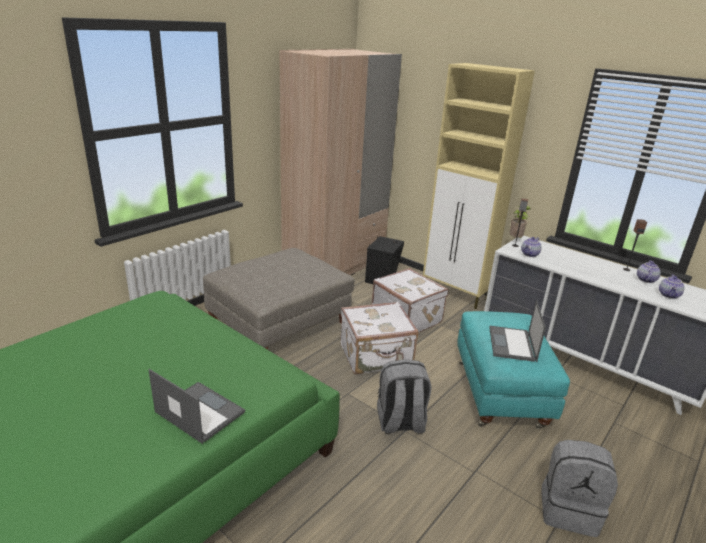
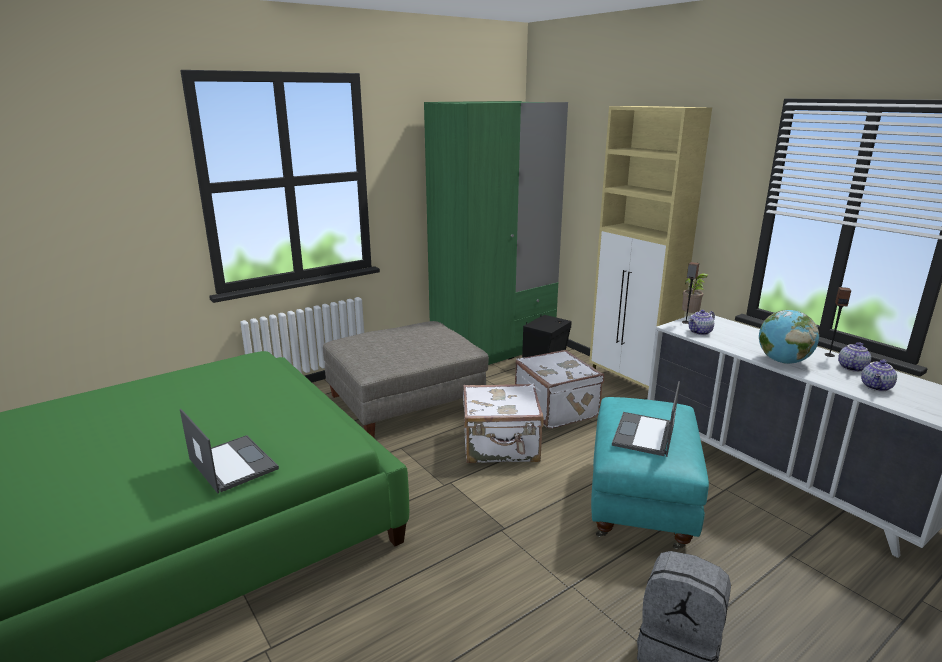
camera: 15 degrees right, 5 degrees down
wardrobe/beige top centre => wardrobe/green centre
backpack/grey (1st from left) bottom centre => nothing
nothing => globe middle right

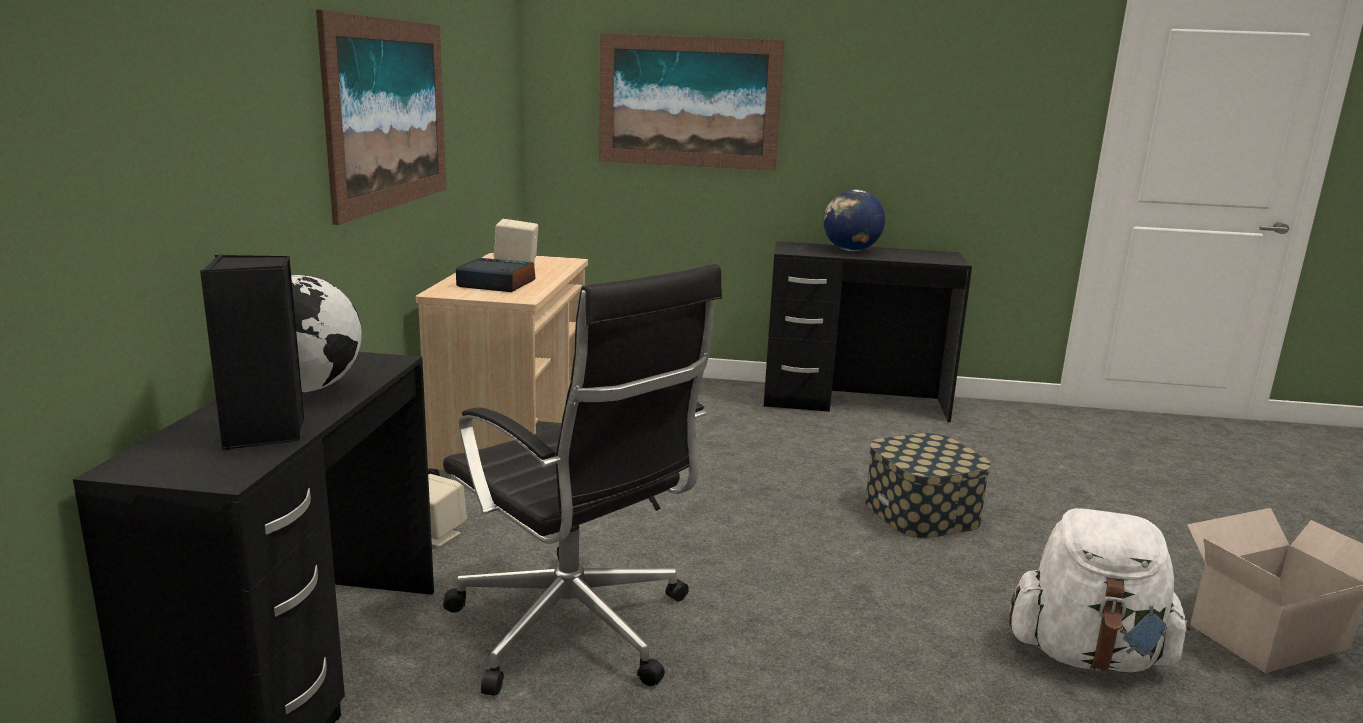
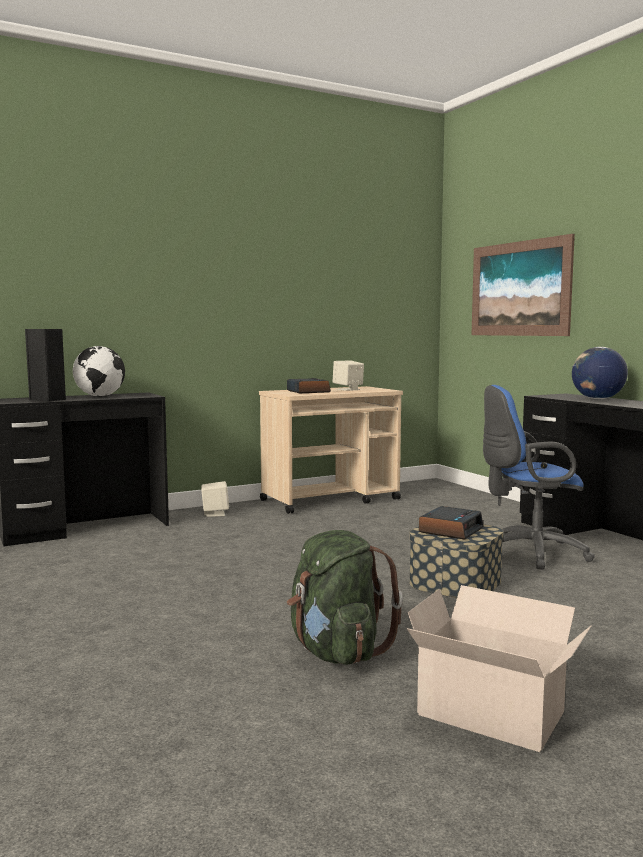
camera: 55 degrees right, 10 degrees down
picture (1st from left) top left => nothing
office chair/black centre => nothing
backpack/white bottom right => backpack/green bottom centre
nothing => office chair/blue middle right
nothing => alarm clock (2nd from left) middle right

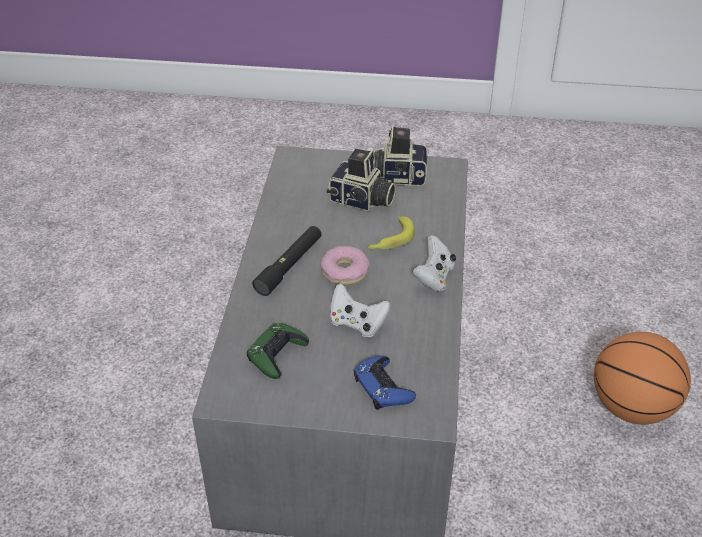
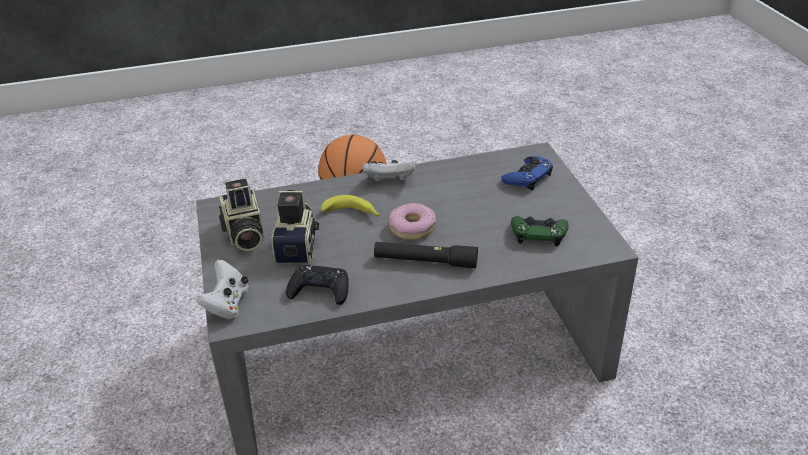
camera: 110 degrees left, 5 degrees down
game controller/white (1st from left) centre => game controller/white (1st from left) middle left, moved
nothing => game controller/black centre

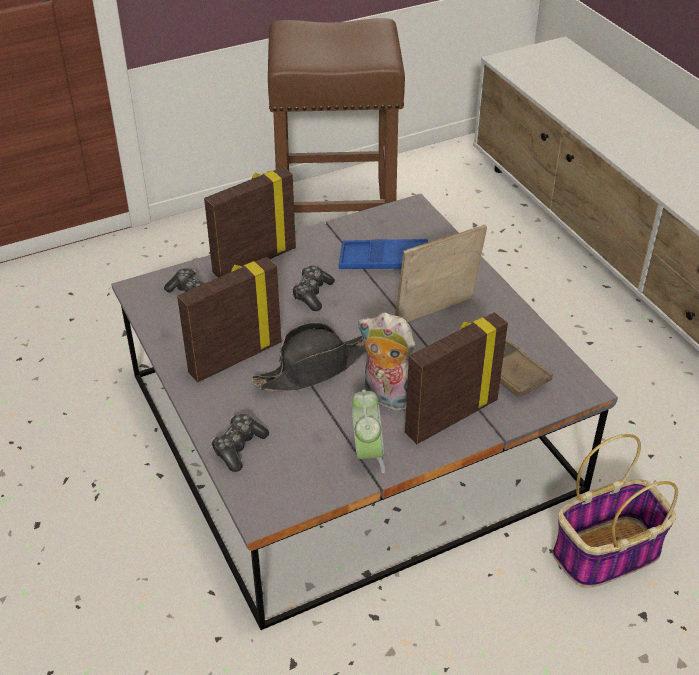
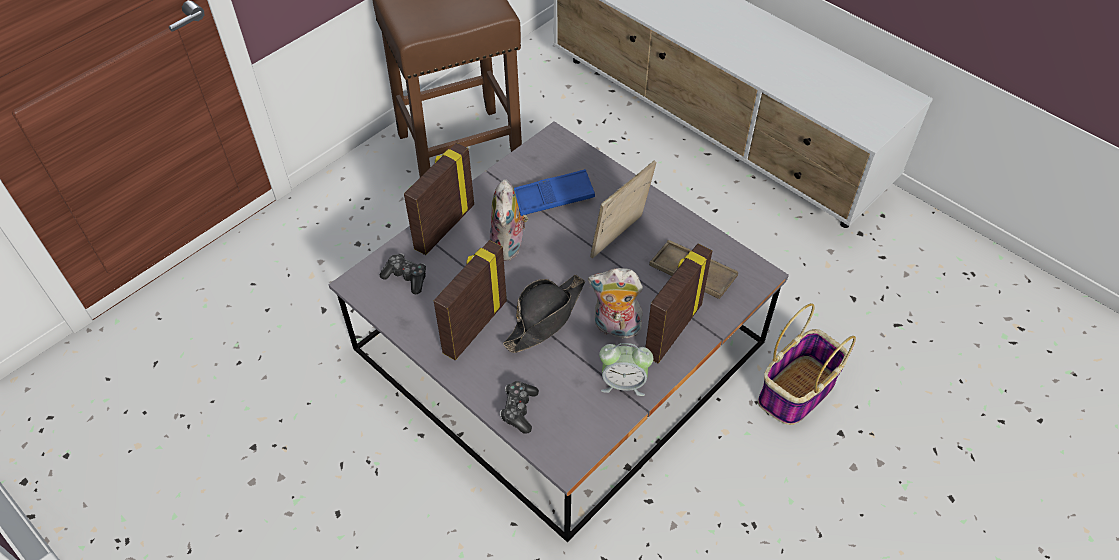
camera: 20 degrees left, 10 degrees up
game controller (3rd from left) centre => plush toy (1st from left) centre
alarm clock centre, 120 degrees clockwise

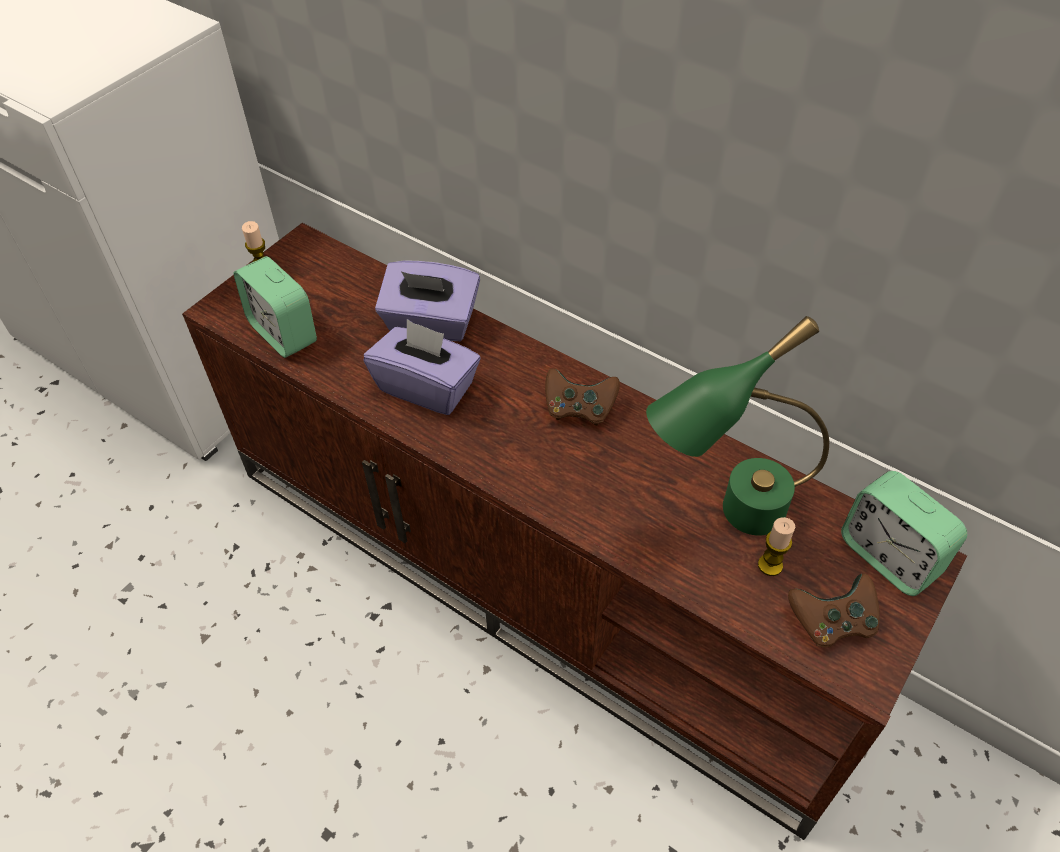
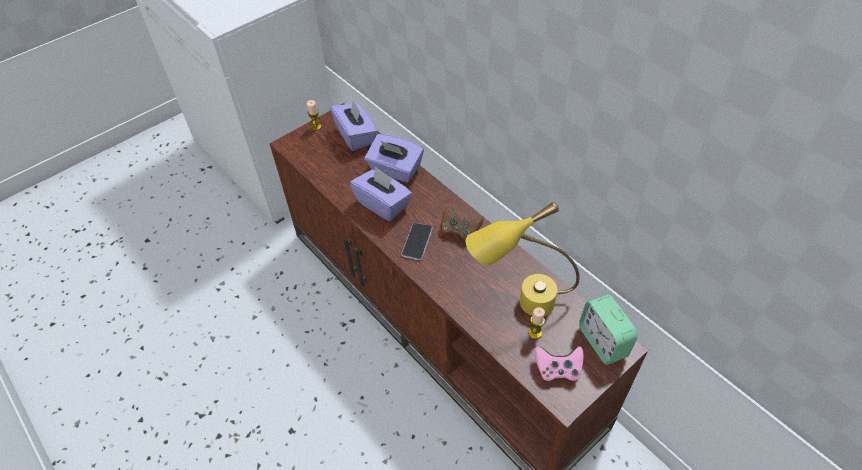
camera: 15 degrees right, 0 degrees up
alarm clock (1st from left) middle left => nothing
table lamp/green middle right => table lamp/yellow centre
game controller/brown (2nd from left) bottom right => game controller/pink bottom centre
nothing => tissue box/purple (1st from left) top centre
nothing => phone centre

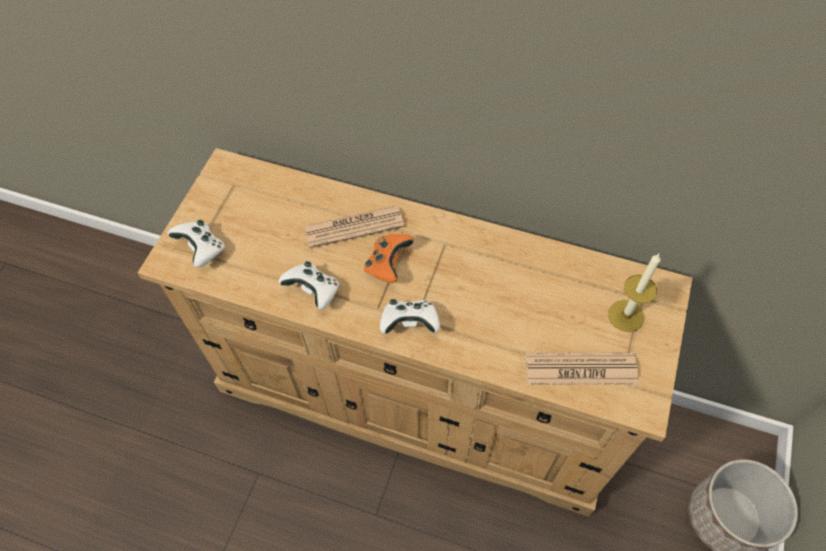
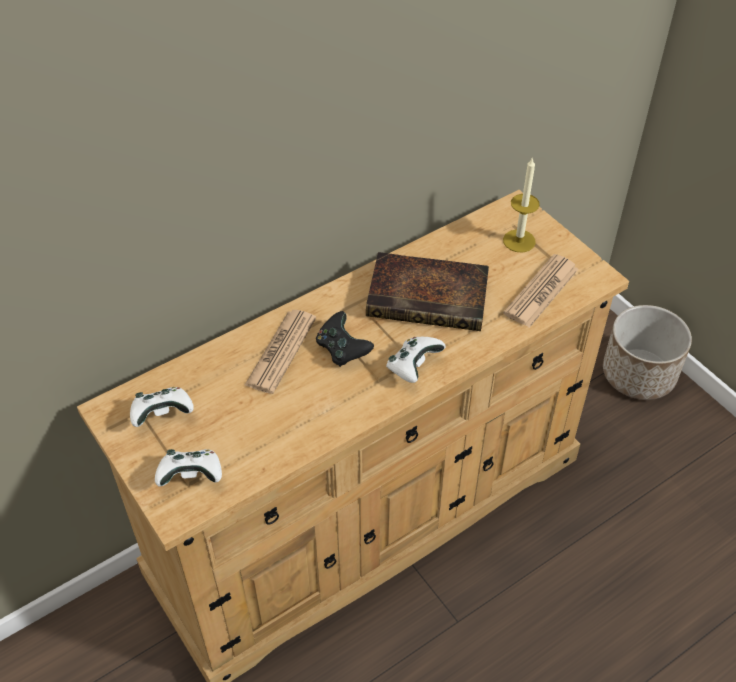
camera: 55 degrees left, 10 degrees down
game controller/orange centre => game controller/black centre
game controller/white (2nd from left in the first image) centre => game controller/white (1st from left) middle left, moved
nothing => book centre

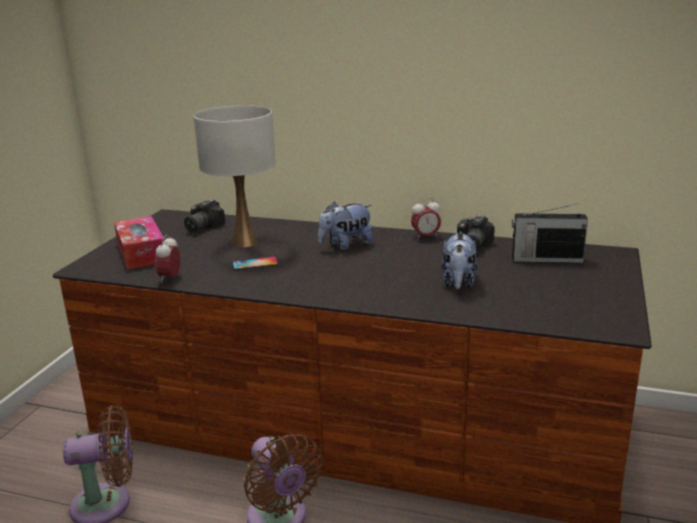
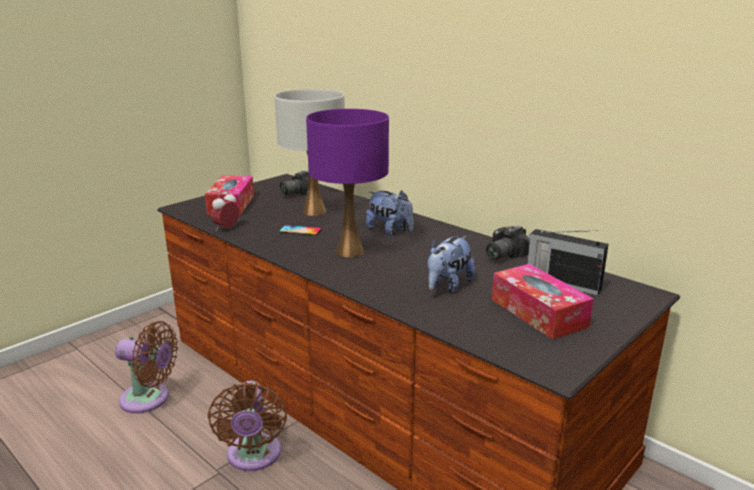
camera: 25 degrees right, 0 degrees up
alarm clock (2nd from left) centre => nothing
plush toy (1st from left) centre, 135 degrees counterclockwise
nothing => table lamp/purple centre
nothing => tissue box (2nd from left) middle right

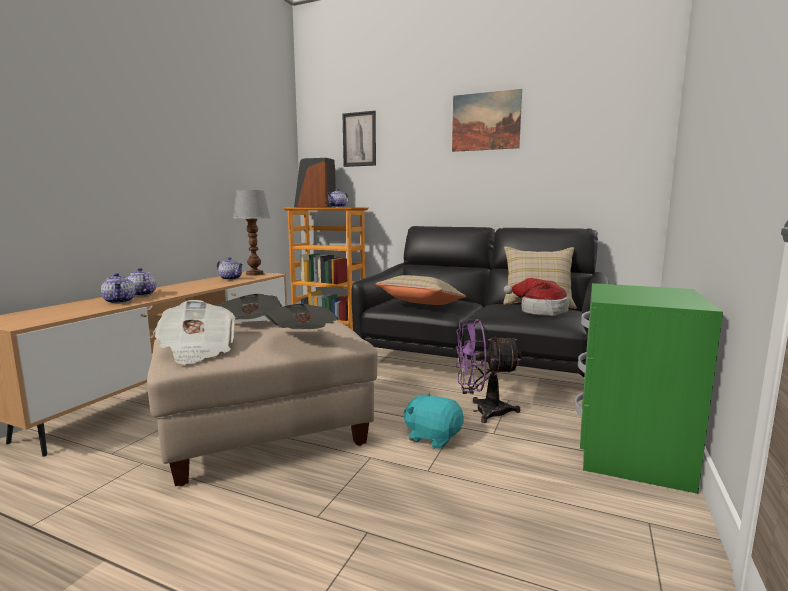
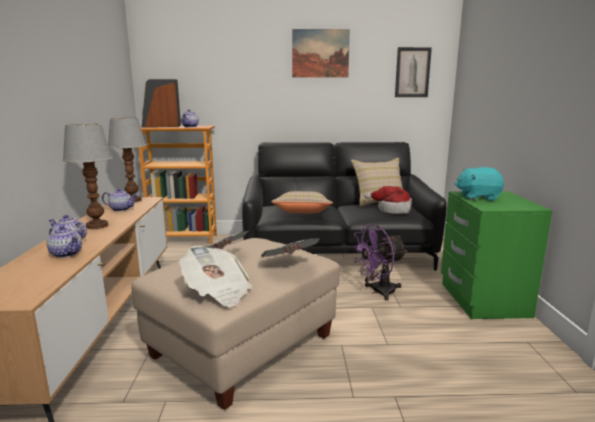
camera: 25 degrees left, 5 degrees up
picture (1st from left in the first image) top centre => picture (2nd from left) top right, moved
plush toy/turquoise bottom centre => plush toy/turquoise middle right, moved
nothing => table lamp (1st from left) middle left

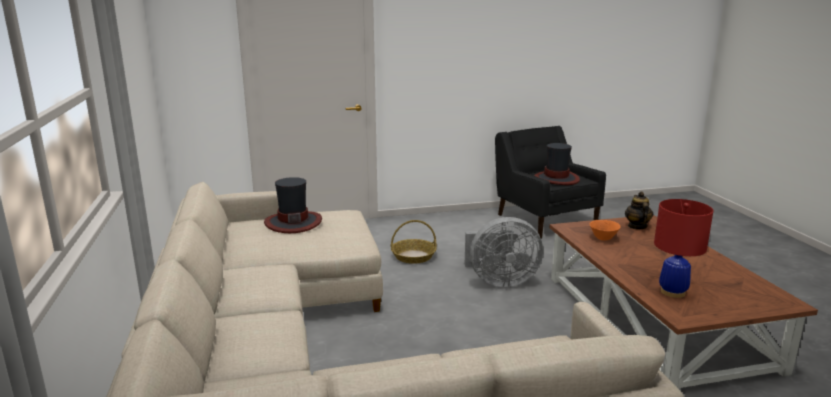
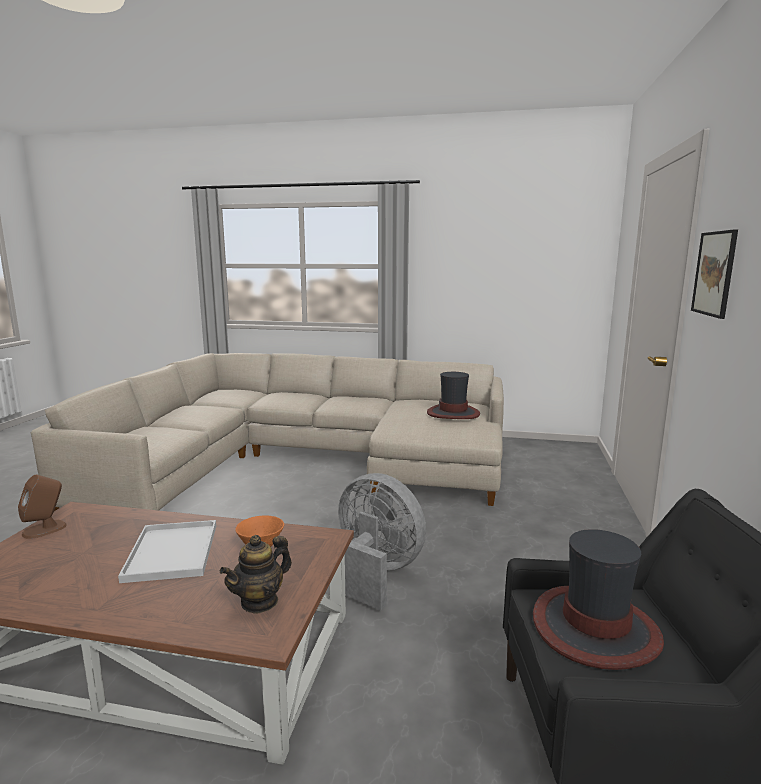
camera: 115 degrees right, 5 degrees down
teapot middle right => teapot bottom centre, 105 degrees clockwise
table lamp/red middle right => nothing
fan/grey centre => fan/grey bottom centre, 105 degrees clockwise
basket centre => nothing
nothing => picture middle right
nothing => speaker/brown middle left
nothing => tray/white bottom left

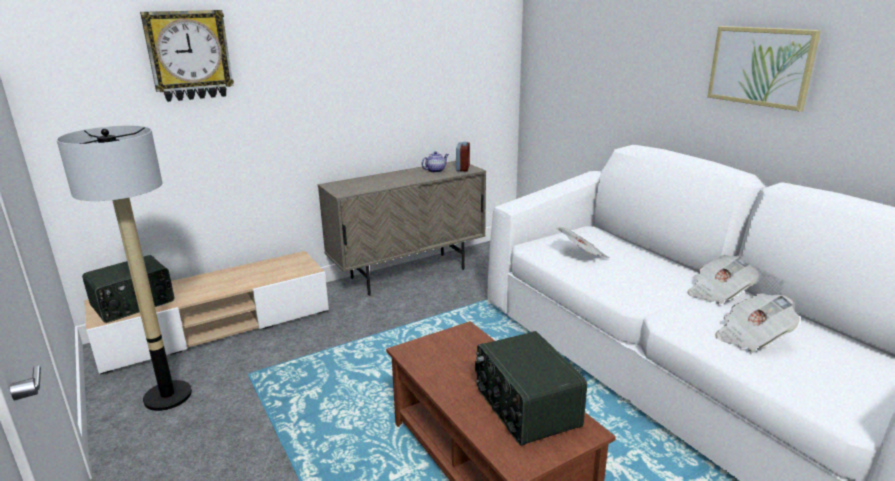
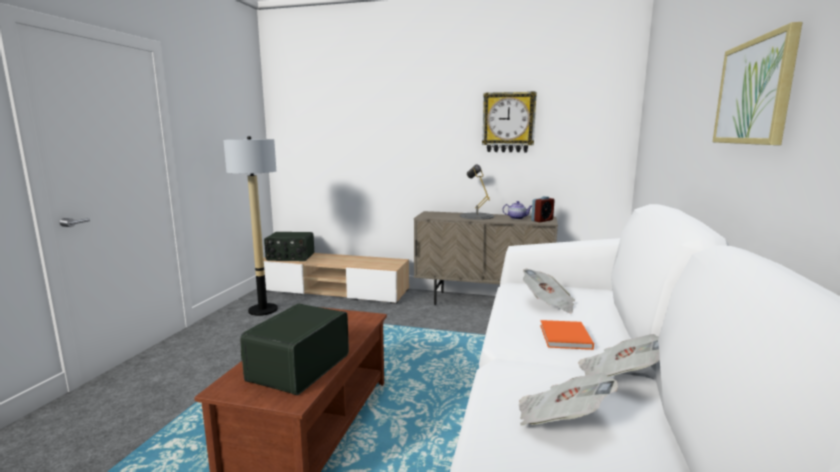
camera: 45 degrees right, 10 degrees down
wall clock top left => wall clock top centre, moved
nothing => table lamp/grey centre
nothing => book/orange bottom right

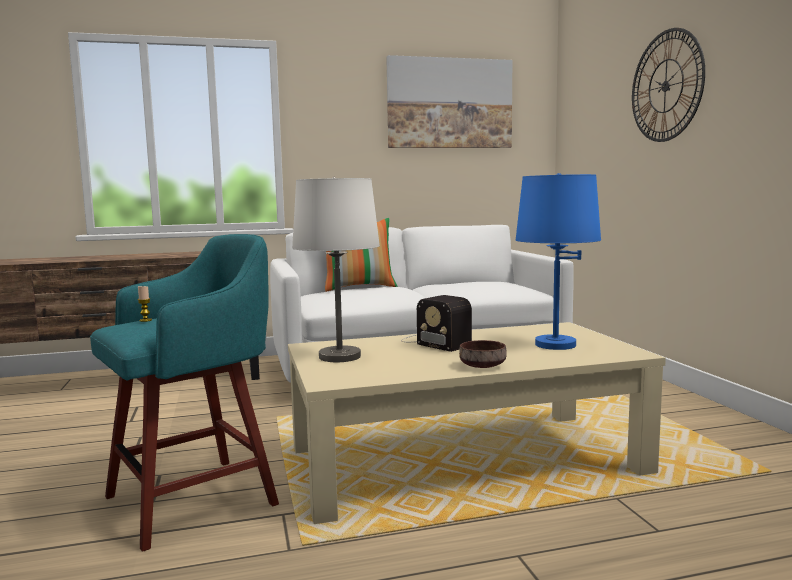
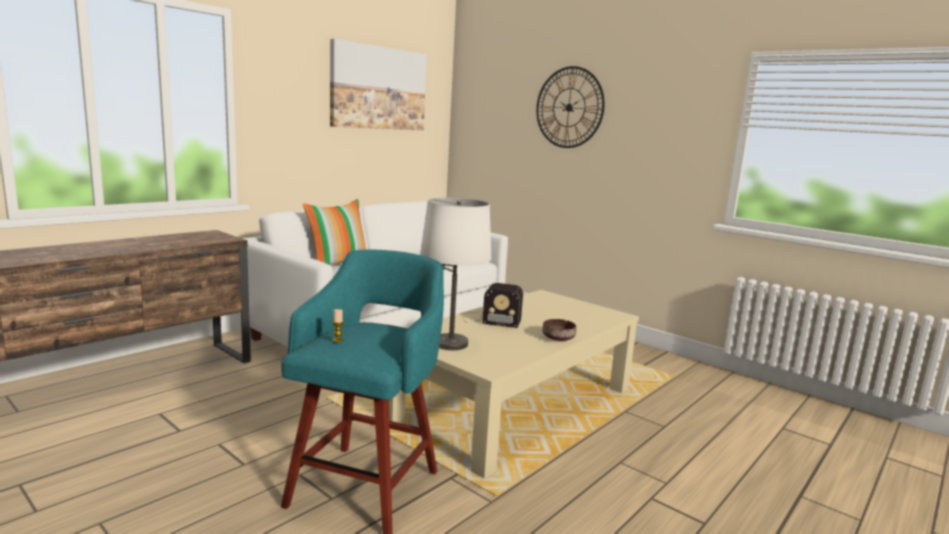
camera: 35 degrees left, 5 degrees up
table lamp/blue middle right => nothing

